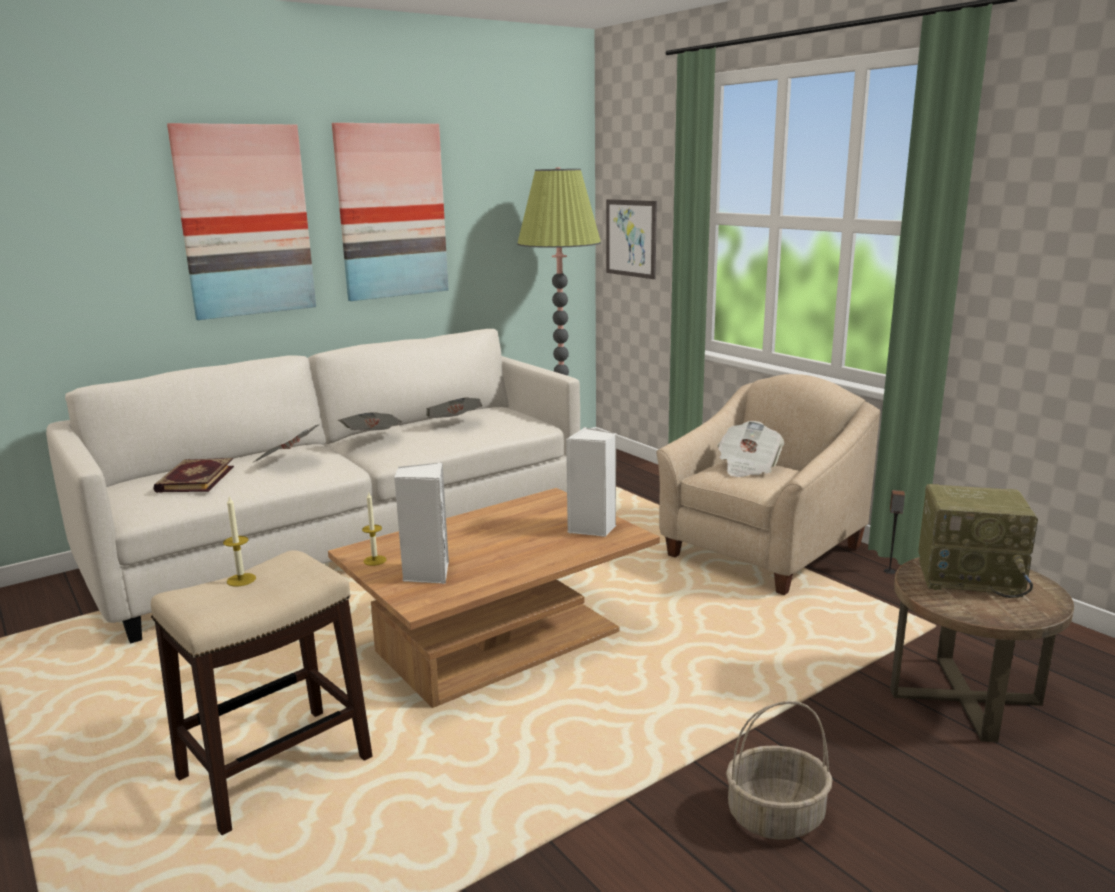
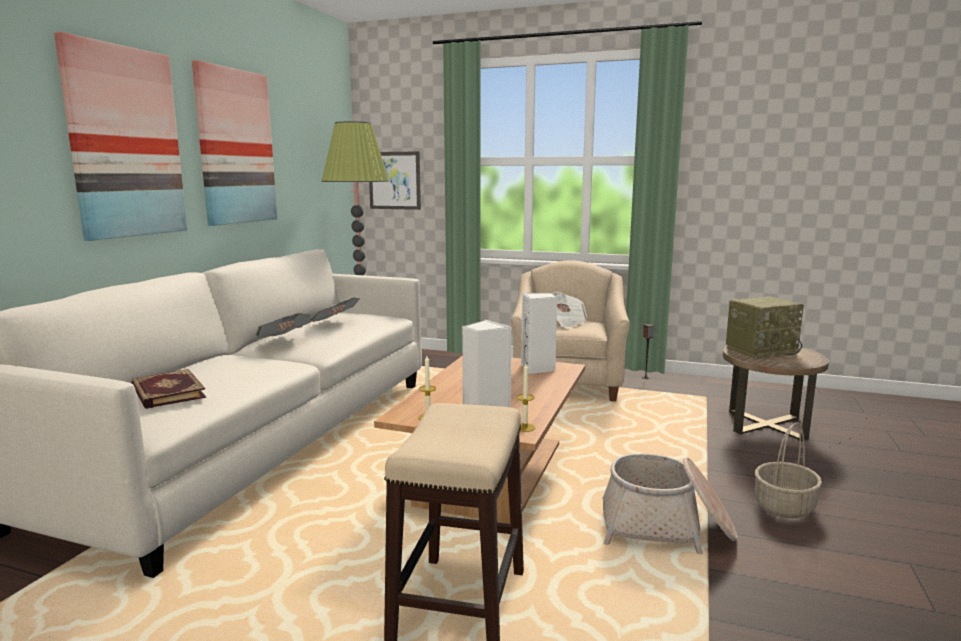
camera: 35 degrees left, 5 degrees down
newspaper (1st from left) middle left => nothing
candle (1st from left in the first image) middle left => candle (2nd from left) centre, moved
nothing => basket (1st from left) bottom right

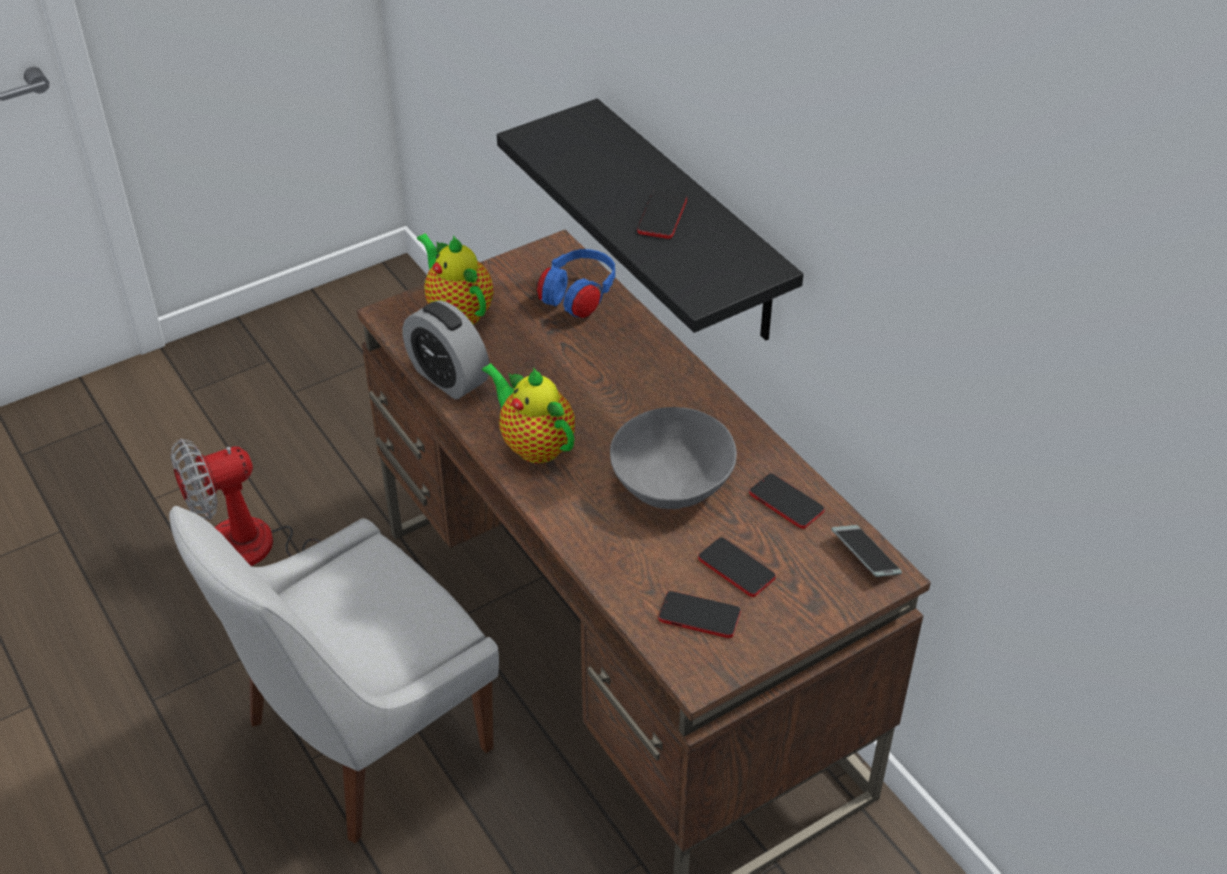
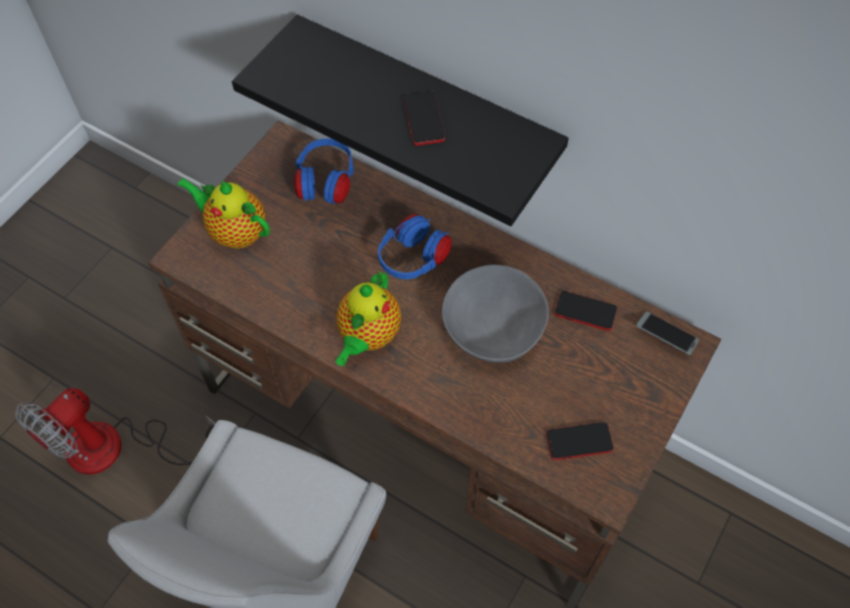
camera: 25 degrees left, 15 degrees up
alarm clock centre => nothing
teapot (2nd from left) centre, 90 degrees counterclockwise
phone (3rd from left) centre => nothing
nothing => headphones/blue (2nd from left) centre

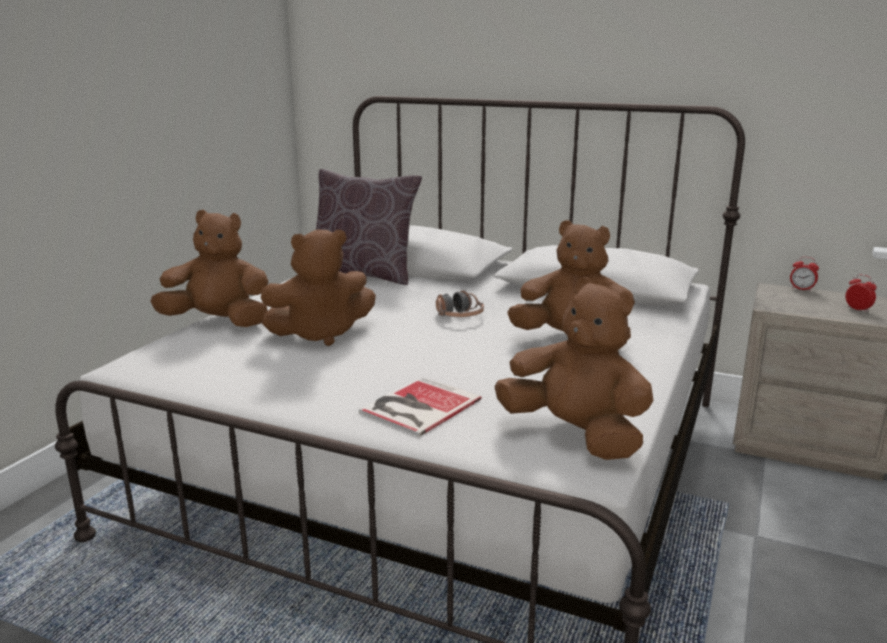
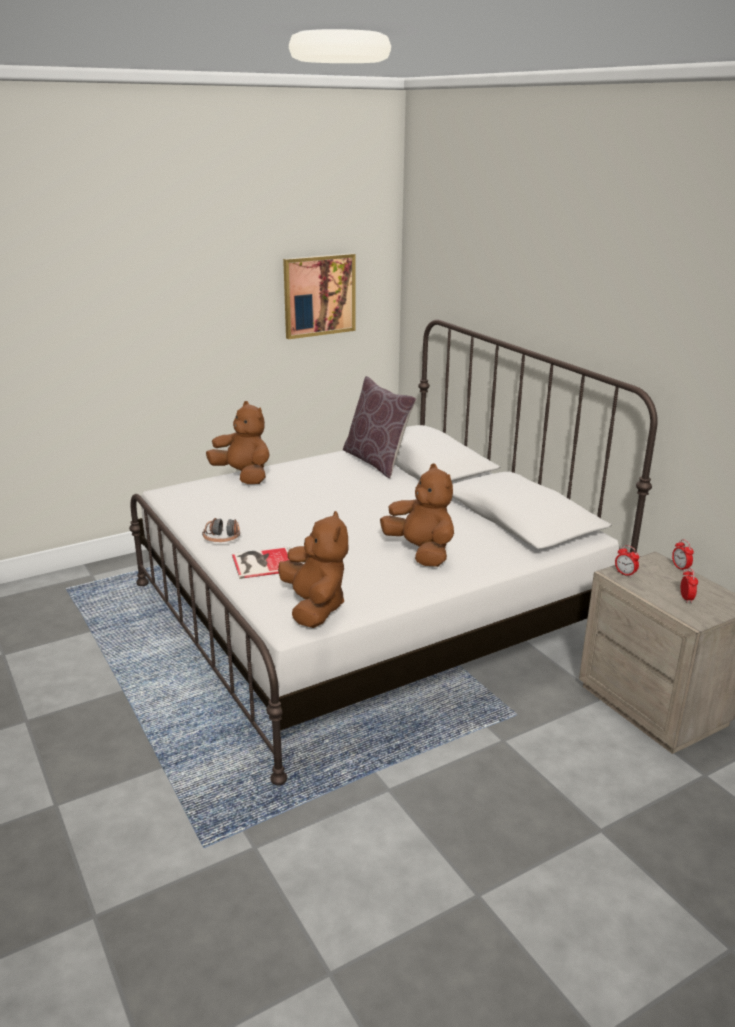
camera: 35 degrees right, 5 degrees up
plush toy/brown (2nd from left) centre => nothing
headphones centre => headphones middle left, moved
nothing => picture top centre
nothing => alarm clock (1st from left) middle right

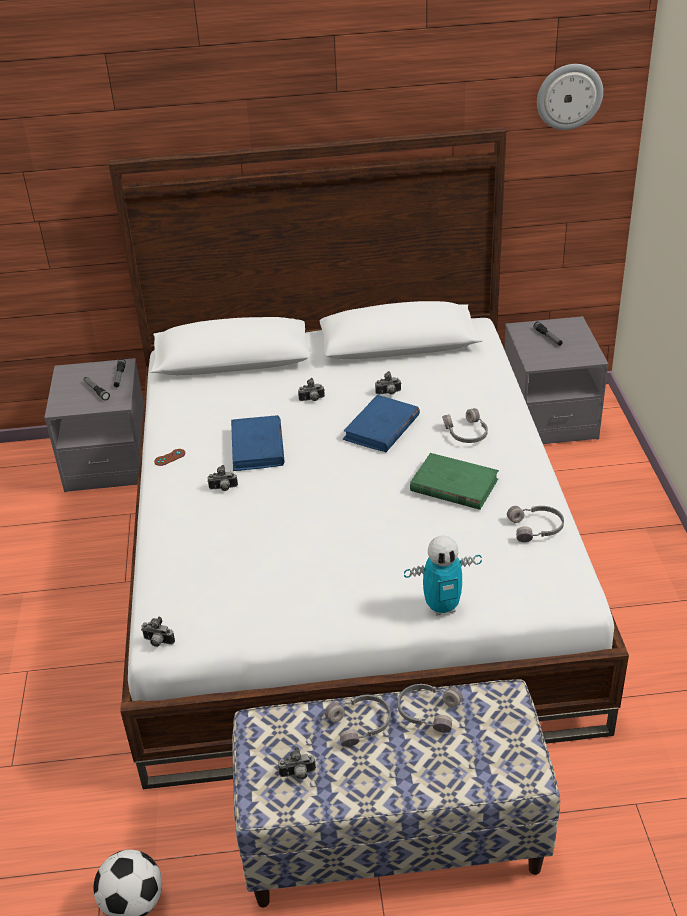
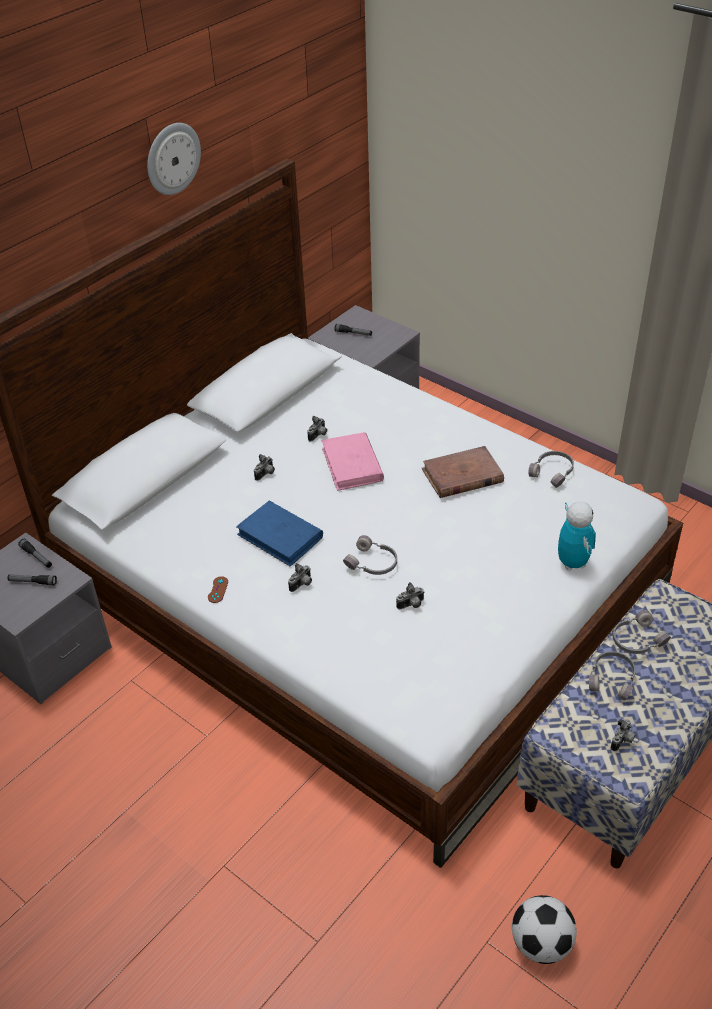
camera: 45 degrees left, 5 degrees up
wall clock top right => wall clock top left, moved
book/blue (2nd from left) centre => book/pink centre
headphones/grey (3rd from left in the first image) middle right => headphones/grey (1st from left) centre, moved
book/green centre => book/brown centre
toy robot centre => toy robot middle right, 45 degrees counterclockwise
photo camera (1st from left in the first image) bottom left => photo camera (4th from left) centre, moved

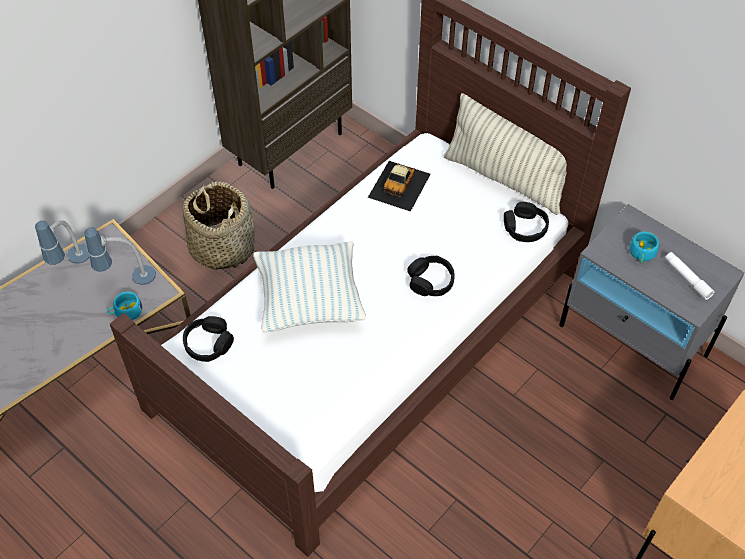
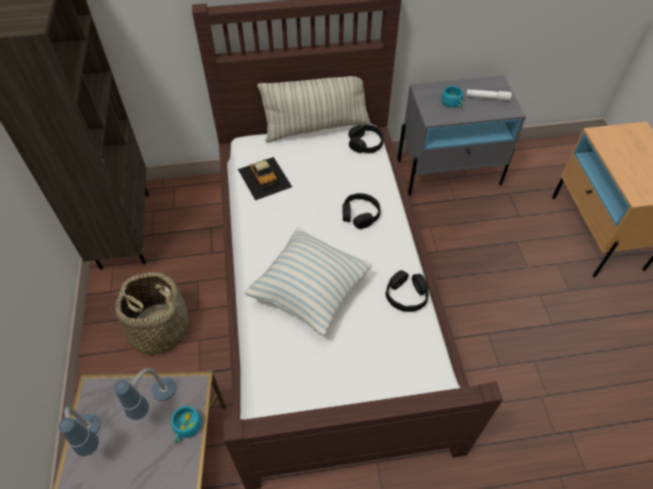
camera: 50 degrees left, 0 degrees up
headphones/black (1st from left in the first image) middle left => headphones/black (3rd from left) centre, moved

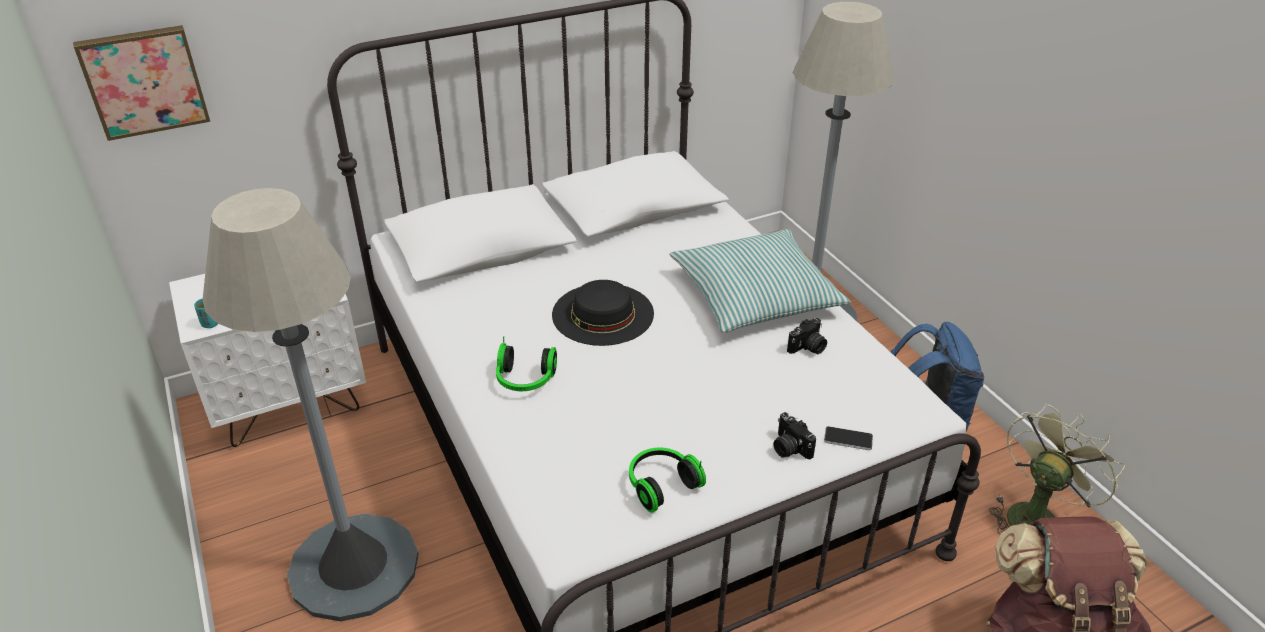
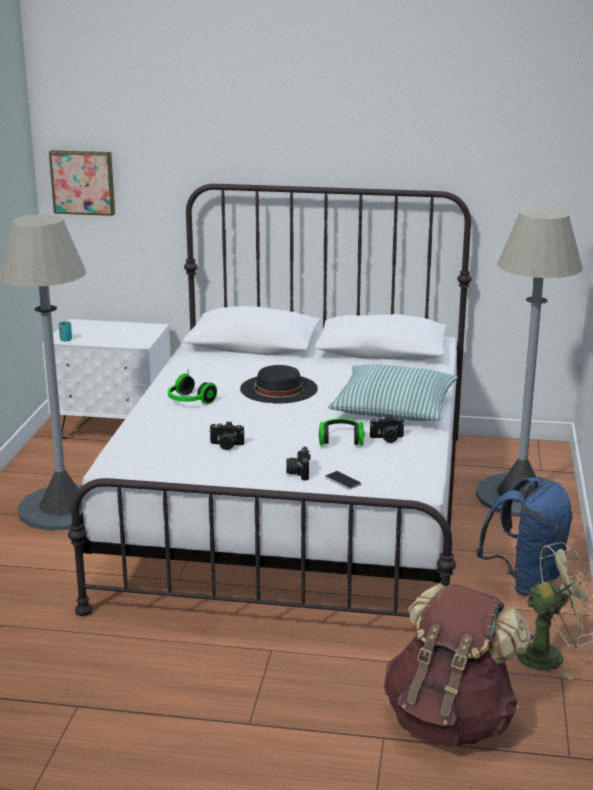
camera: 35 degrees right, 15 degrees down
headphones (2nd from left) bottom centre => headphones (2nd from left) centre, moved
nothing => photo camera (1st from left) centre

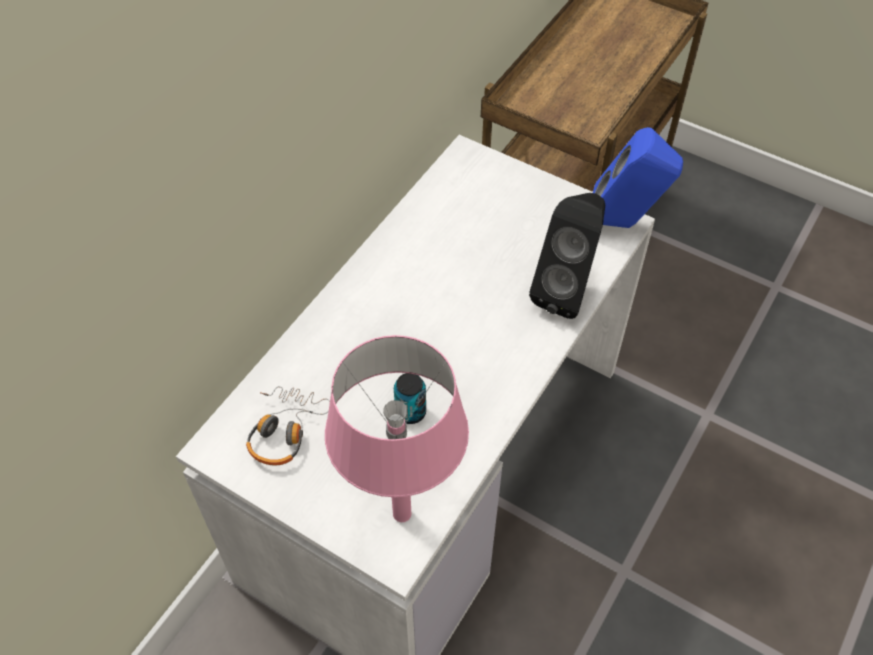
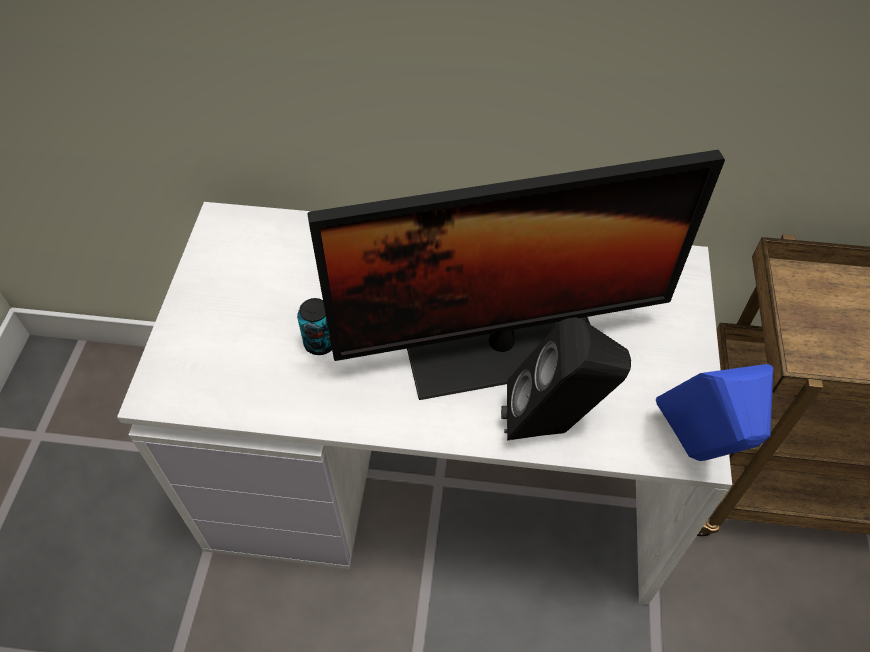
camera: 65 degrees right, 0 degrees up
table lamp/pink centre => nothing
headphones middle left => nothing
nothing => monitor centre

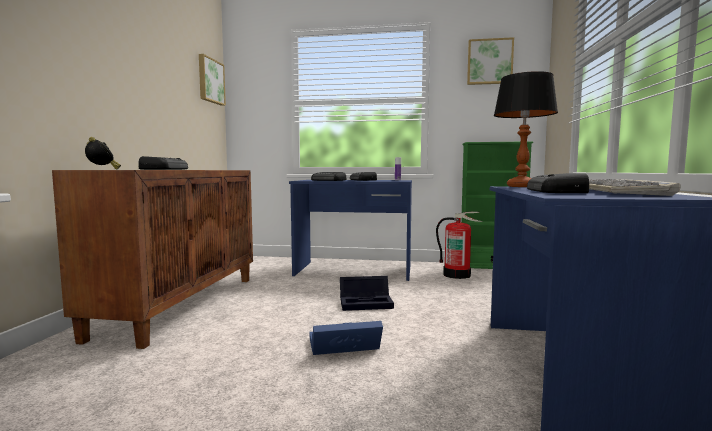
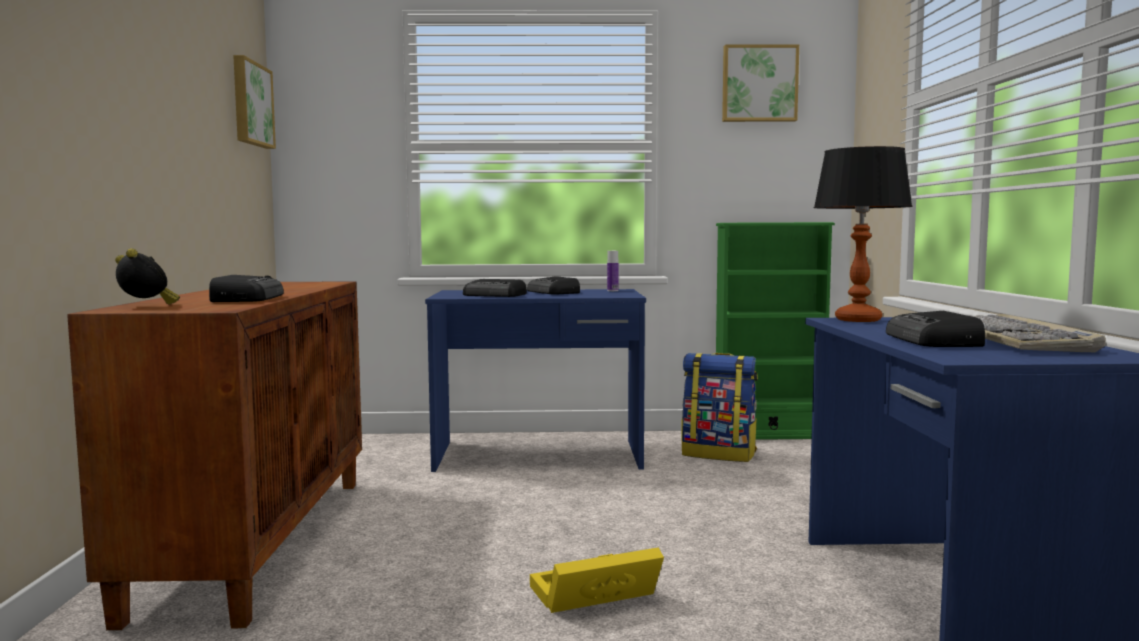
camera: 10 degrees left, 0 degrees up
fire extinguisher centre => backpack centre
storage box/black bottom centre => nothing
storage box/blue bottom centre => storage box/yellow bottom centre

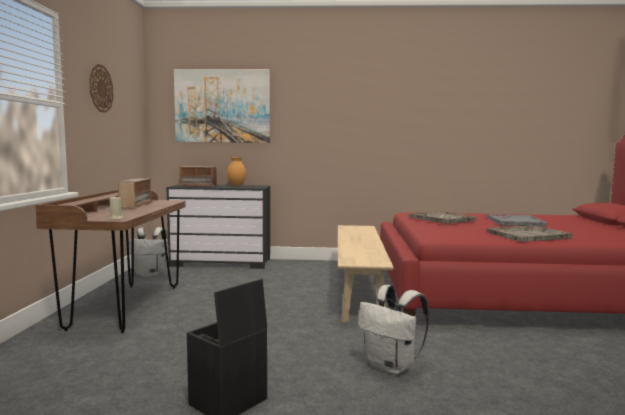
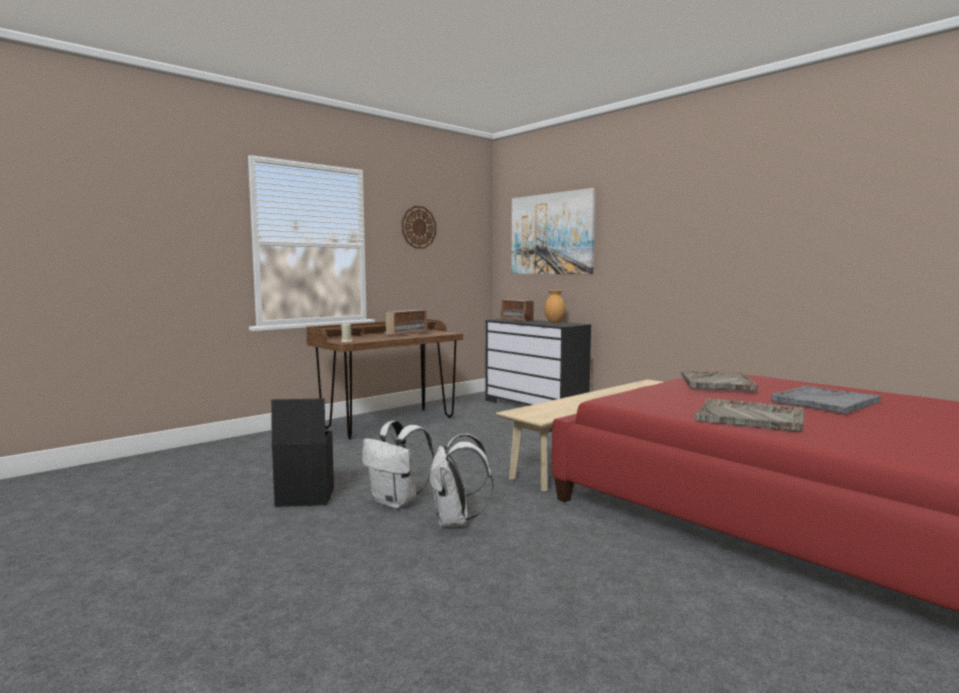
camera: 45 degrees right, 0 degrees up
backpack/white (1st from left) middle left => backpack/white (1st from left) bottom centre, moved

